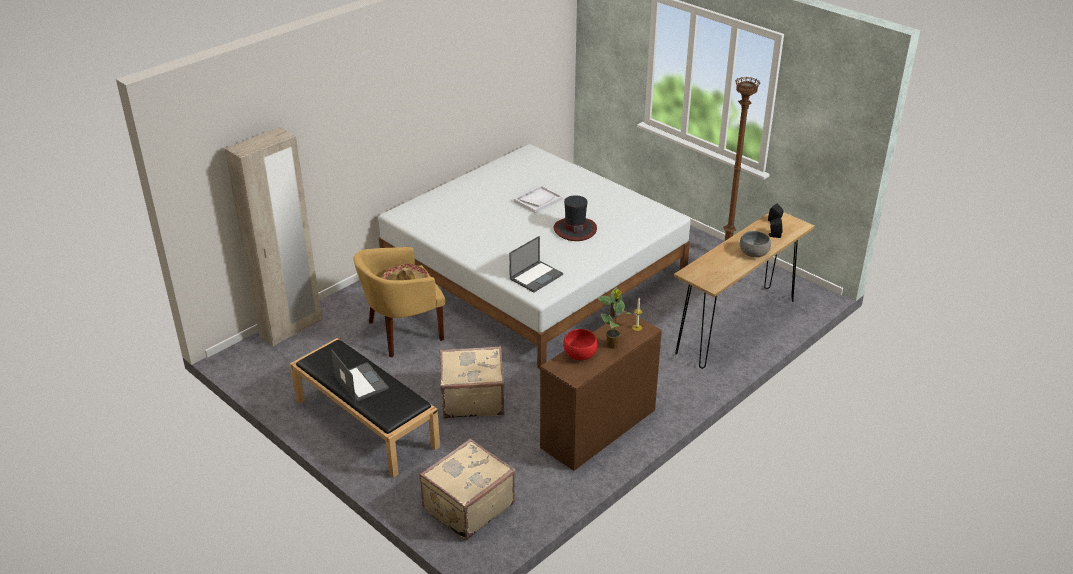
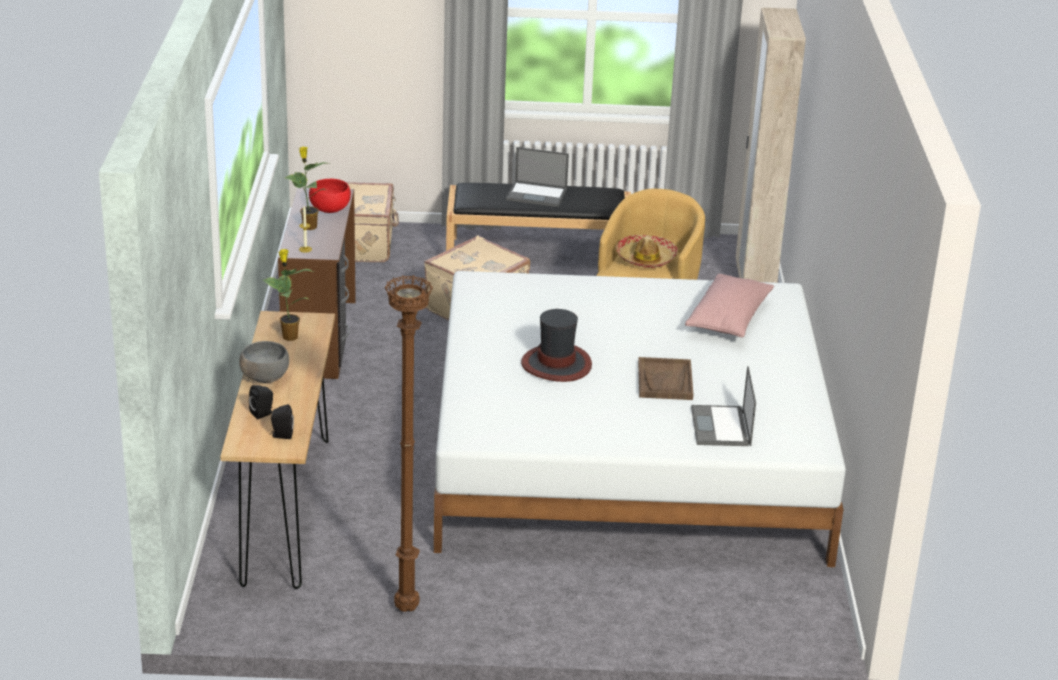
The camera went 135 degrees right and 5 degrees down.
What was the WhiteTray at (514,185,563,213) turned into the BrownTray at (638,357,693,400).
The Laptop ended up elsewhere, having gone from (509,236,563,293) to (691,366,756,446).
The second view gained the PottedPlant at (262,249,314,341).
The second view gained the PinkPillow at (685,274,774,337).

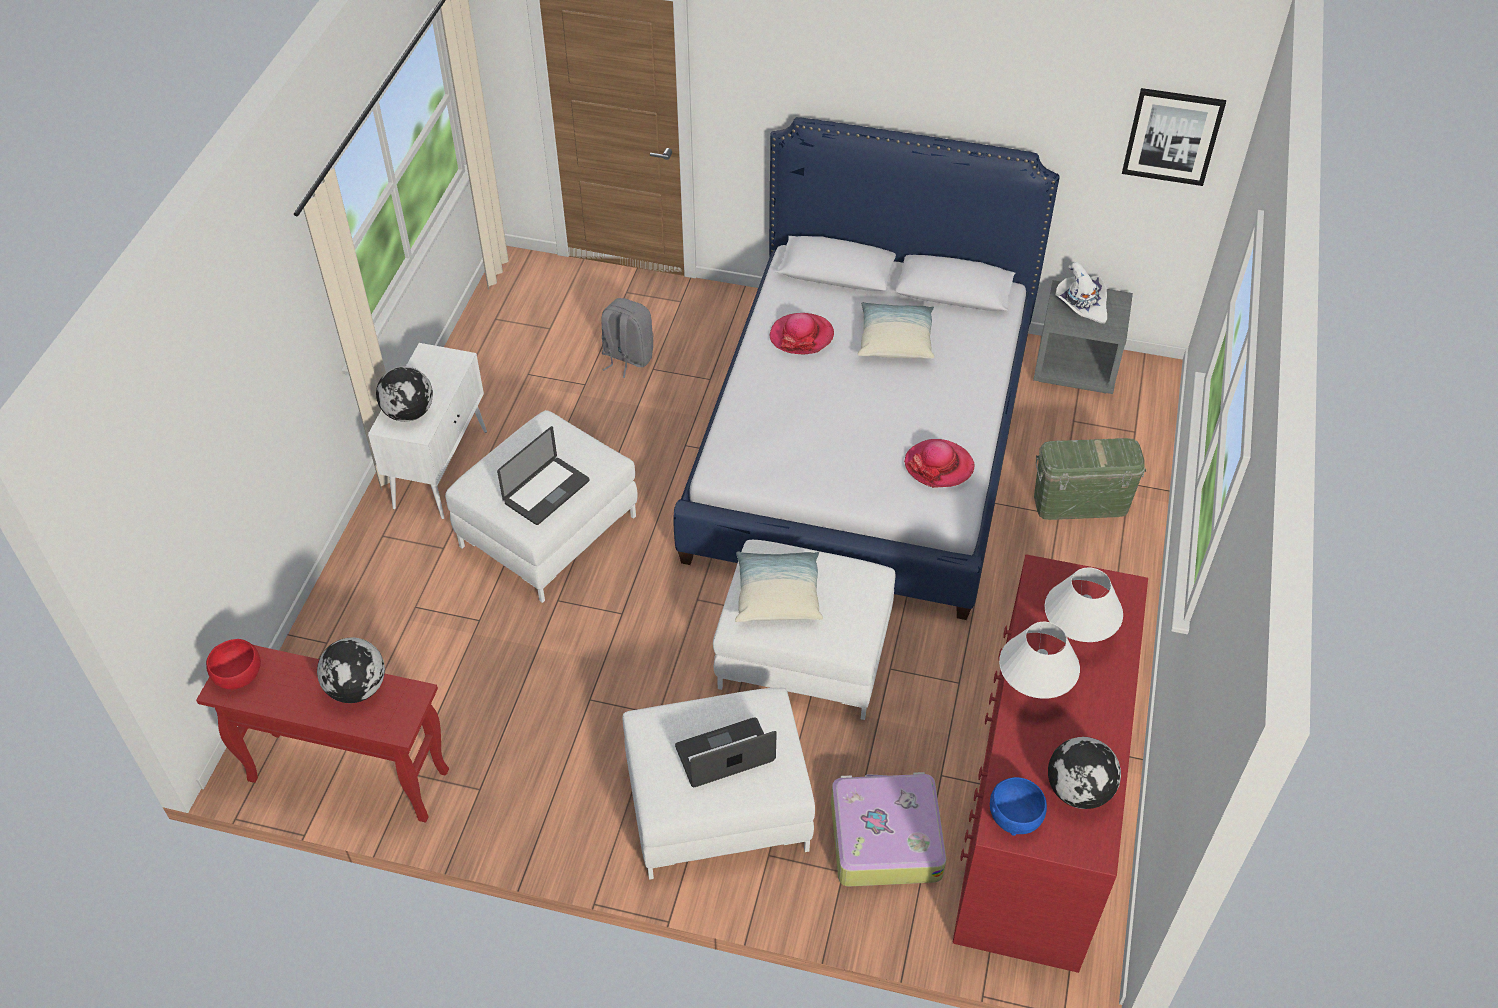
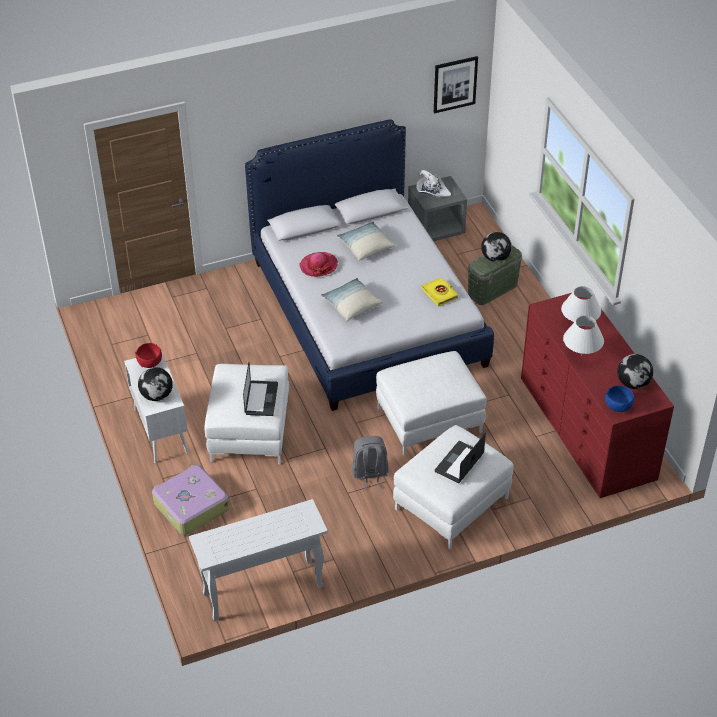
The camera went 35 degrees left and 5 degrees down.
The GreyBackpack ended up elsewhere, having gone from (602,298,654,378) to (352,436,389,490).
Where the Hat stood at (904,439,974,488), the YellowBook came to stand at (421,277,459,306).
The Pillow ended up elsewhere, having gone from (735,551,823,622) to (321,278,383,321).
The Globe ended up elsewhere, having gone from (317,637,385,703) to (481,232,512,262).
The RedBowl ended up elsewhere, having gone from (206,639,261,690) to (135,343,162,368).
What was the RedConsoleTable at (196,645,449,823) turned into the WhiteConsoleTable at (189,499,328,621).
The Suitcase ended up elsewhere, having gone from (831,772,946,887) to (152,465,229,535).

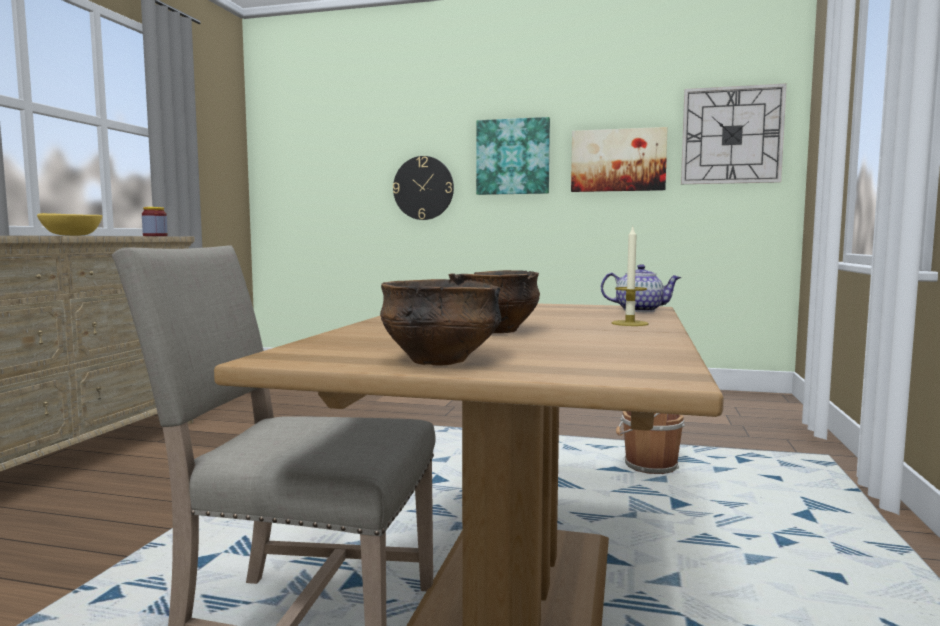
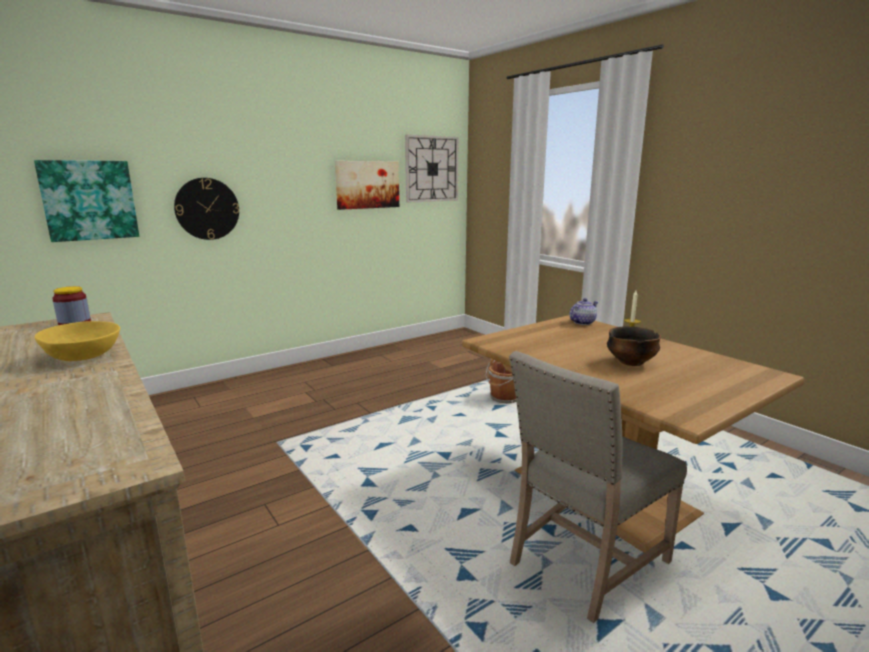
The camera went 50 degrees left and 10 degrees up.
The Picture ended up elsewhere, having gone from (476,117,550,195) to (34,160,139,242).
The second view lost the Bowl at (380,279,502,365).

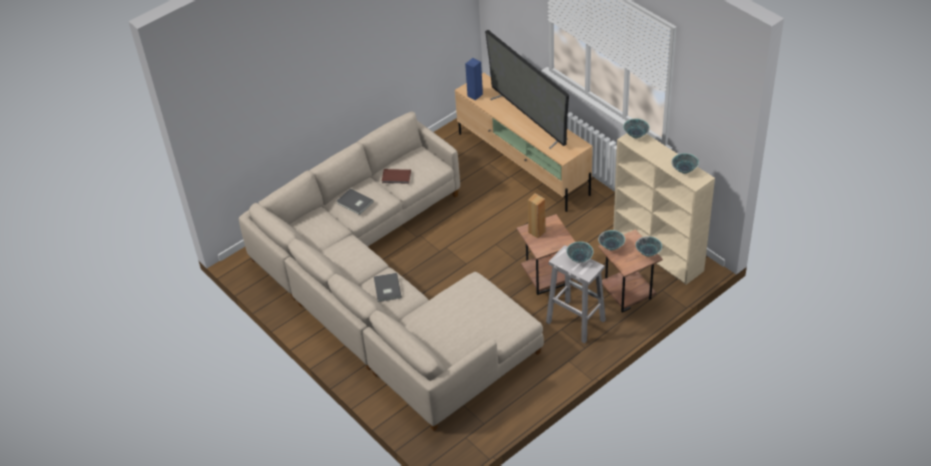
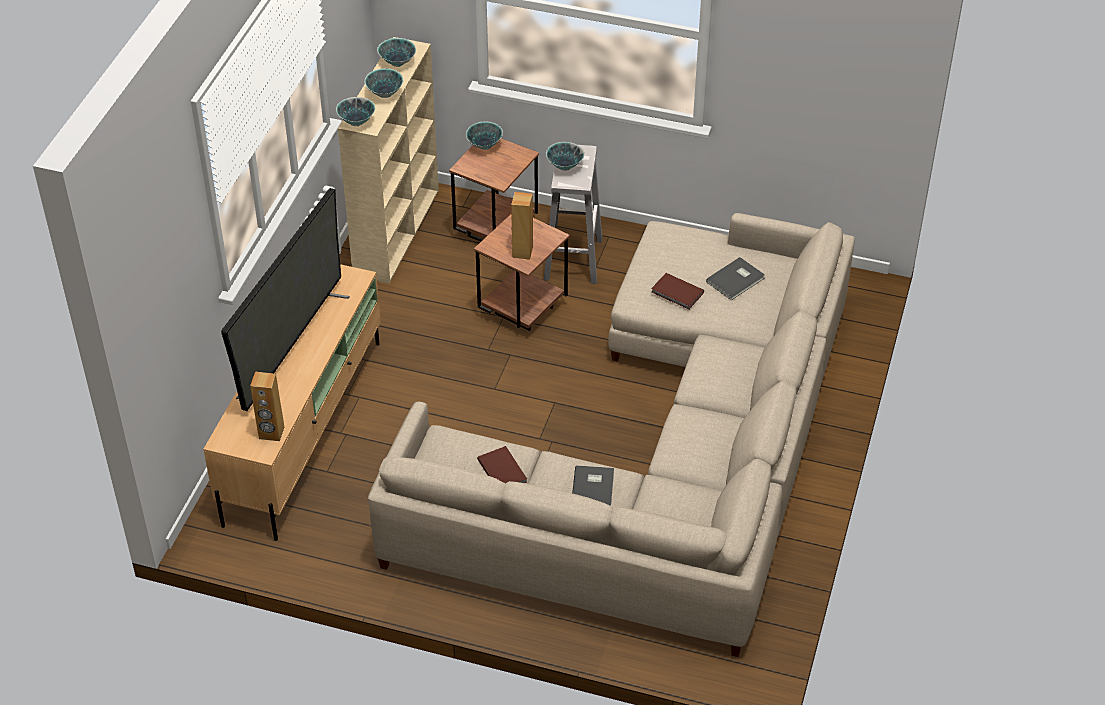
The camera went 125 degrees left and 0 degrees up.
What was the BlueSpeaker at (465,58,483,100) turned into the BrownSpeaker at (250,372,284,441).
The Bowl ended up elsewhere, having gone from (598,230,625,251) to (365,68,403,98).
The GreyBook ended up elsewhere, having gone from (374,273,401,302) to (706,257,765,300).
The second view gained the BrownBook at (651,273,704,310).

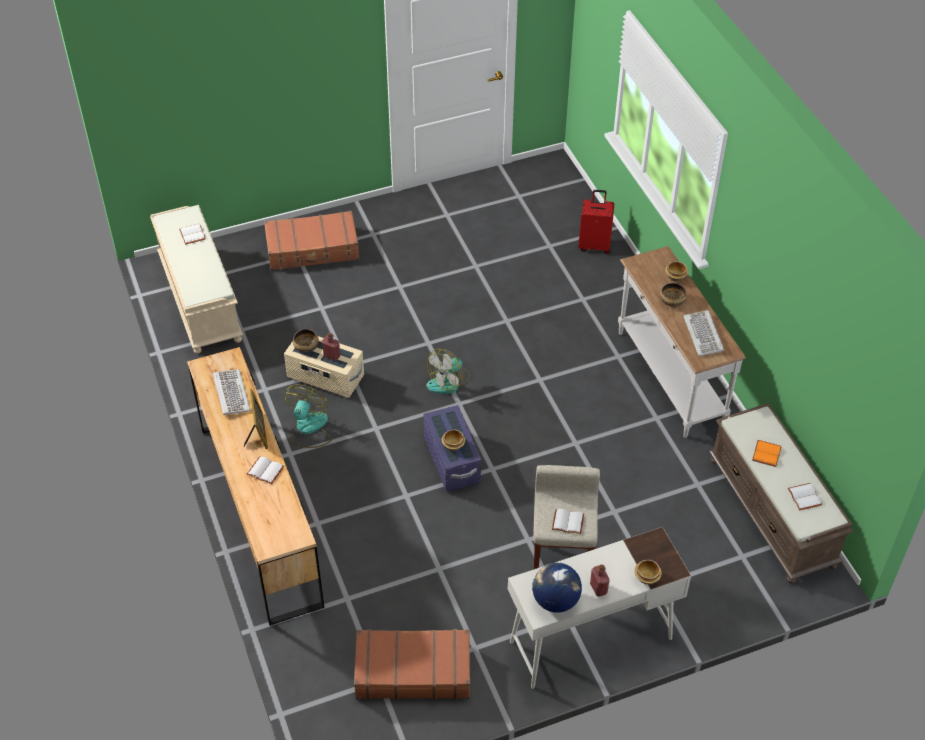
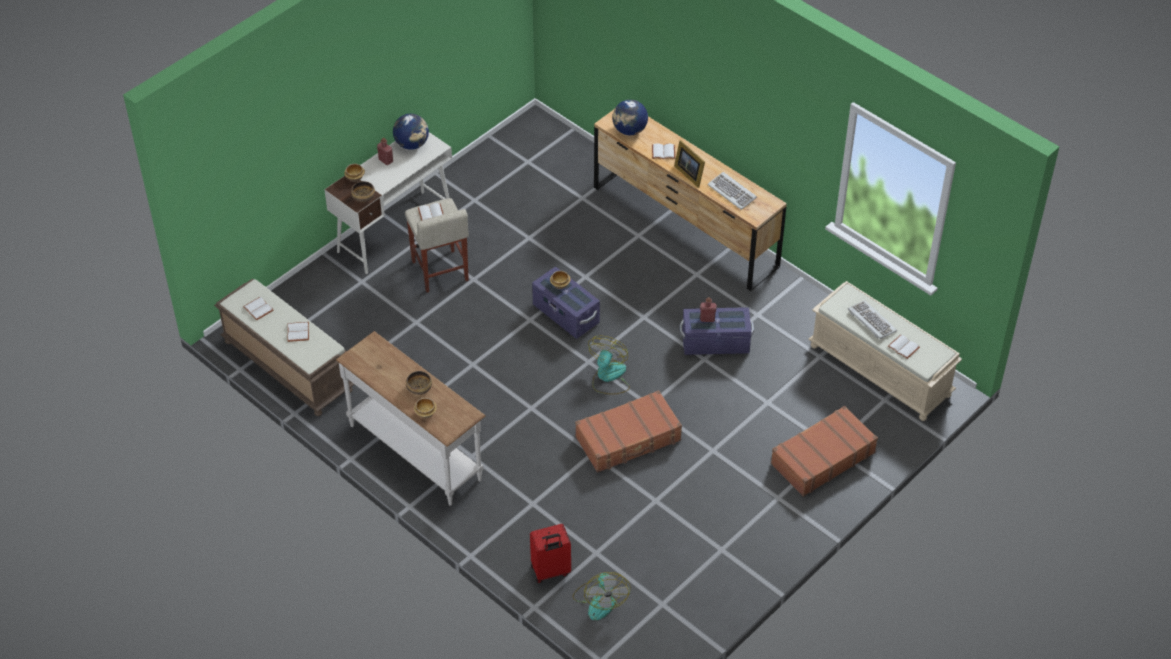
The camera went 155 degrees right and 0 degrees up.
The Keyboard ended up elsewhere, having gone from (684,310,724,356) to (848,300,897,339).
The Bowl ended up elsewhere, having gone from (293,329,319,353) to (351,181,375,202).
What was the BeigeStorageBox at (284,336,364,398) turned into the PurpleStorageBox at (680,307,754,355).
The Fan ended up elsewhere, having gone from (284,384,332,448) to (573,572,630,620).
What was the OrangeBook at (752,440,782,467) turned into the WhiteBook at (288,322,309,342).
The BrownSuitcase ended up elsewhere, having gone from (354,629,470,700) to (575,390,682,473).
The second view gained the Globe at (612,100,648,135).

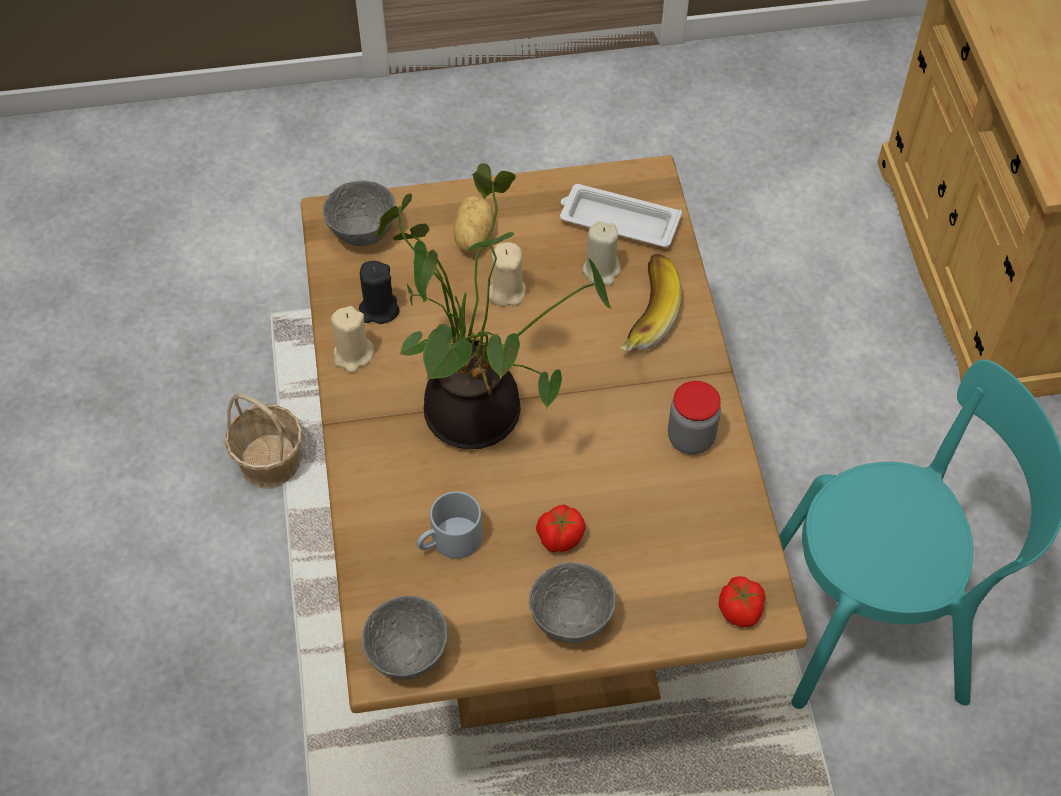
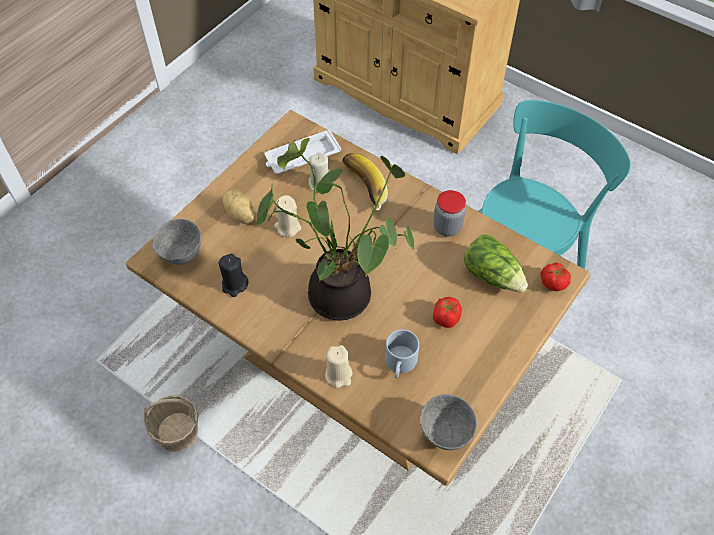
The camera went 45 degrees left and 0 degrees up.
The BeigeCandle ended up elsewhere, having gone from (331,306,374,373) to (325,345,353,388).
The second view lost the GreyBowl at (529,562,616,643).
The second view gained the Lettuce at (464,235,528,292).

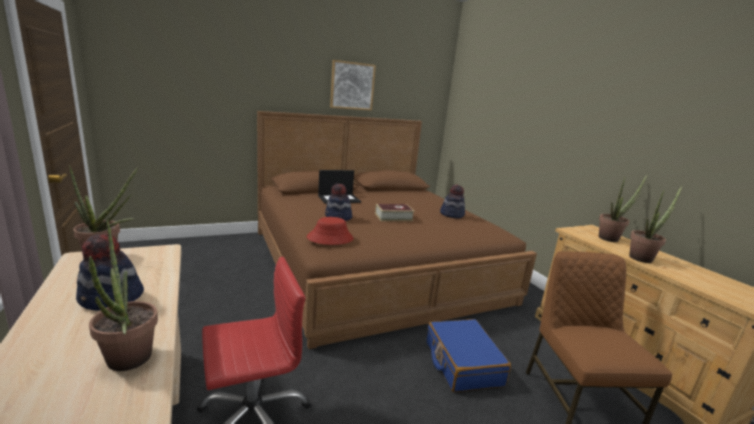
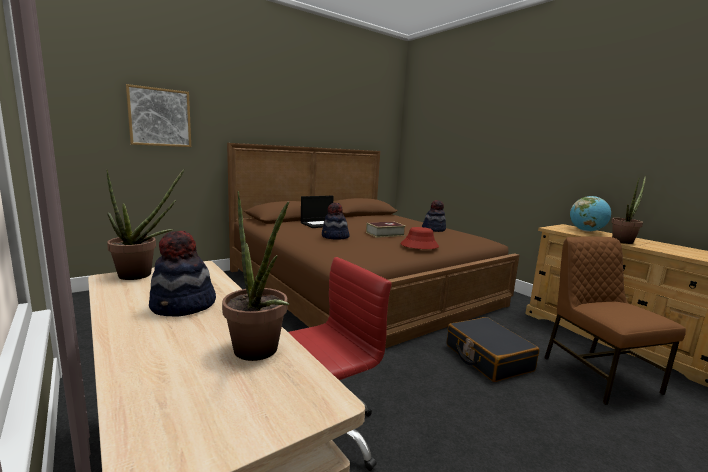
The camera went 10 degrees left and 5 degrees down.
The Picture ended up elsewhere, having gone from (330,60,376,111) to (126,84,191,147).
Where the PottedPlant stood at (599,174,648,242), the Globe came to stand at (570,196,611,232).
The RedHat ended up elsewhere, having gone from (307,217,354,245) to (401,227,439,249).
What was the BlueSuitcase at (427,319,511,392) turned into the BlackSuitcase at (447,317,539,382).

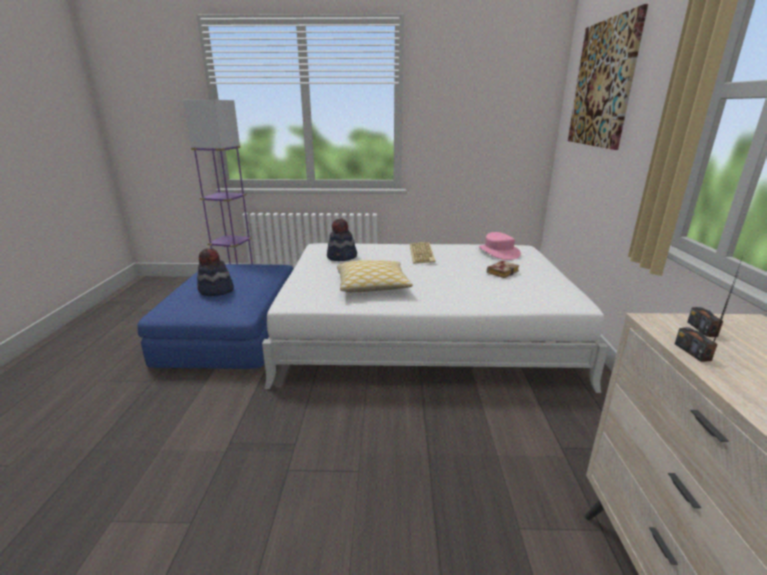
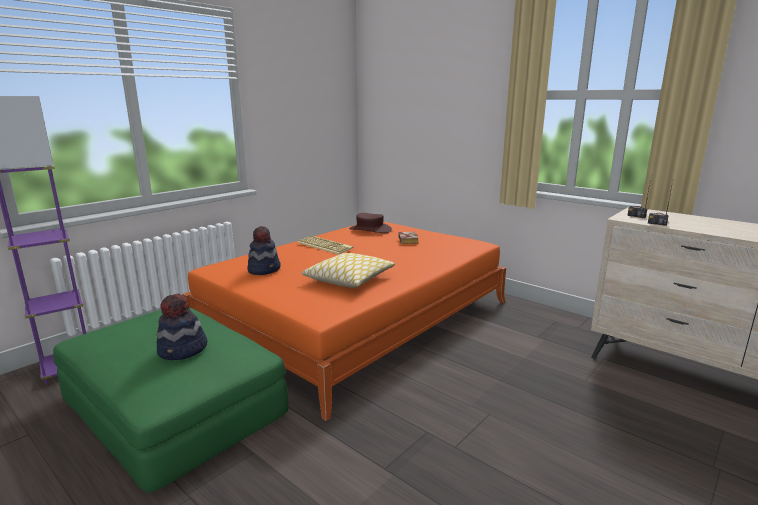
The camera went 50 degrees left and 5 degrees down.
The second view lost the Picture at (568,4,648,150).
What was the PinkHat at (479,232,521,260) turned into the BrownHat at (349,213,392,233).
What was the WhiteBed at (262,243,608,393) turned into the OrangeBed at (182,222,506,421).
What was the BlueOttoman at (137,264,293,369) turned into the GreenOttoman at (53,307,289,492).

